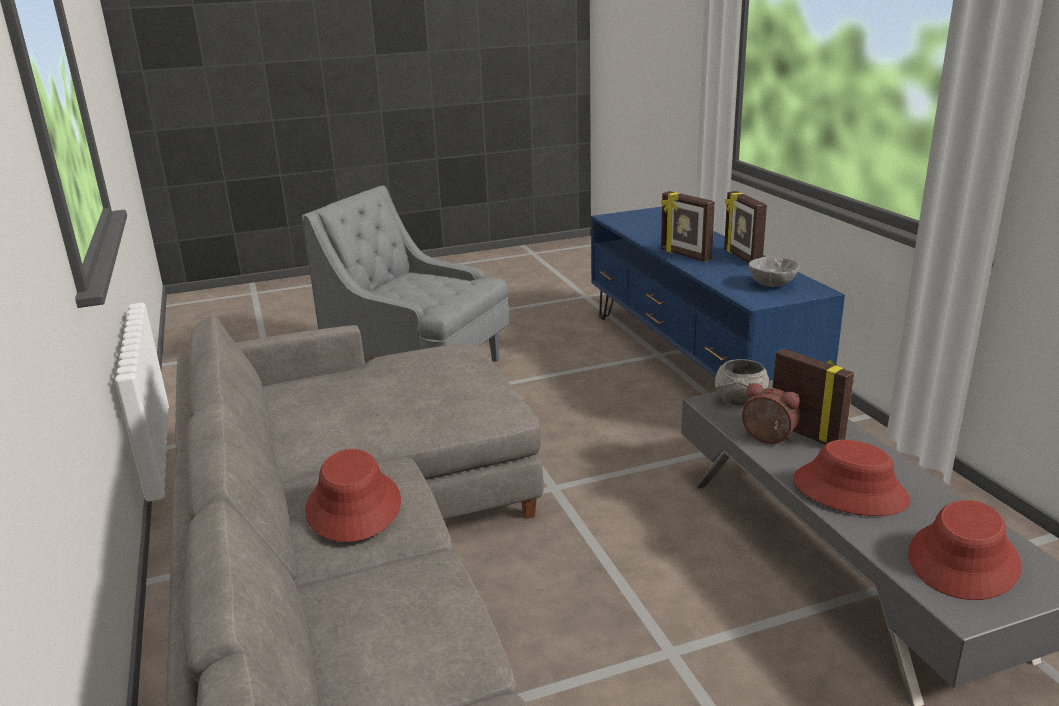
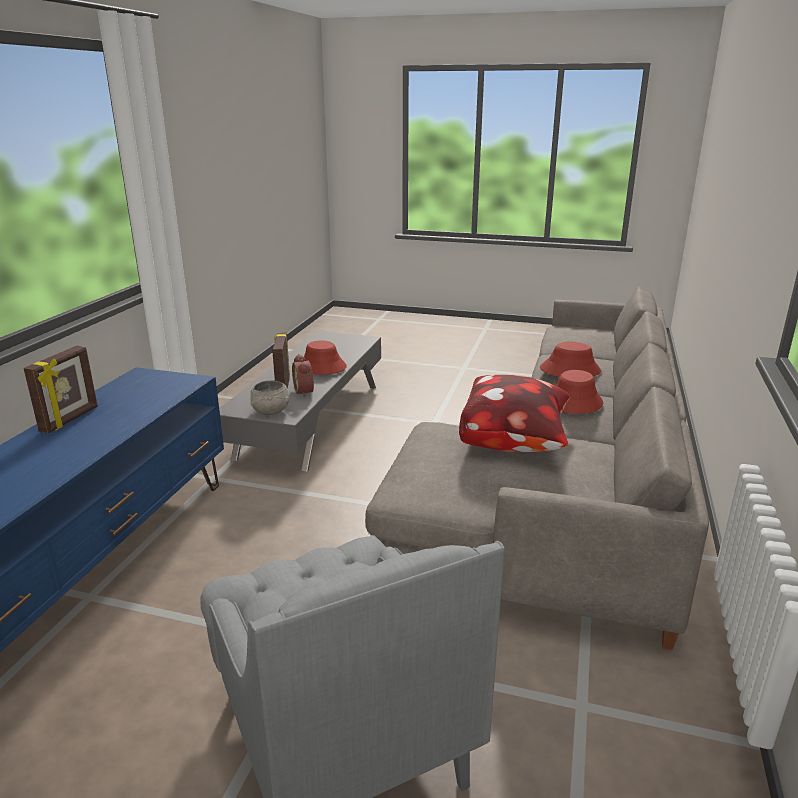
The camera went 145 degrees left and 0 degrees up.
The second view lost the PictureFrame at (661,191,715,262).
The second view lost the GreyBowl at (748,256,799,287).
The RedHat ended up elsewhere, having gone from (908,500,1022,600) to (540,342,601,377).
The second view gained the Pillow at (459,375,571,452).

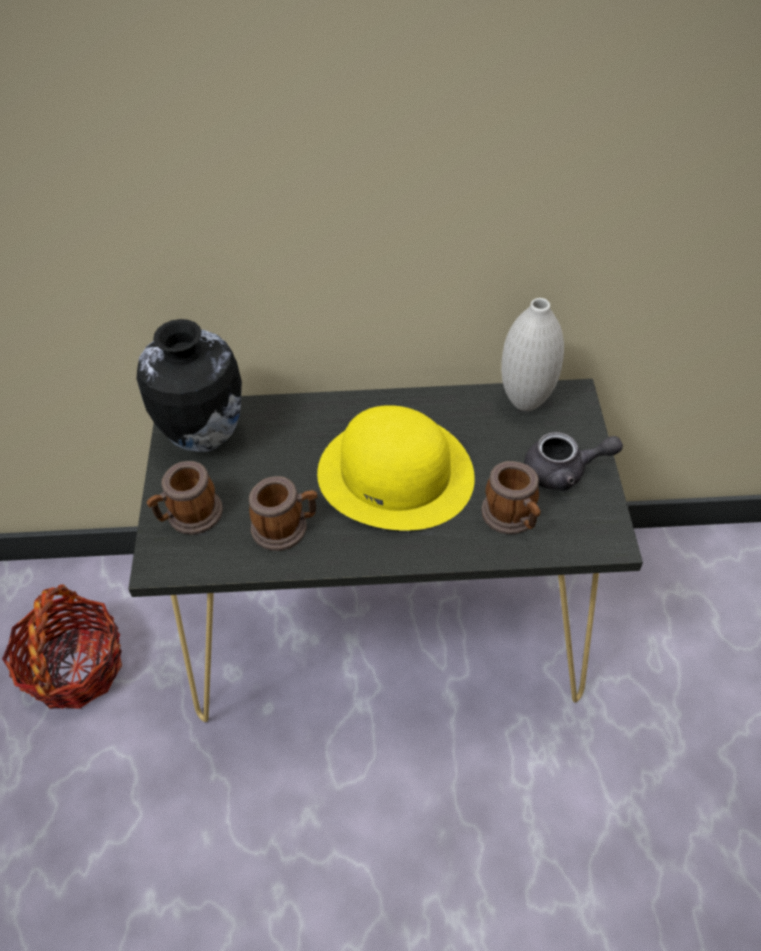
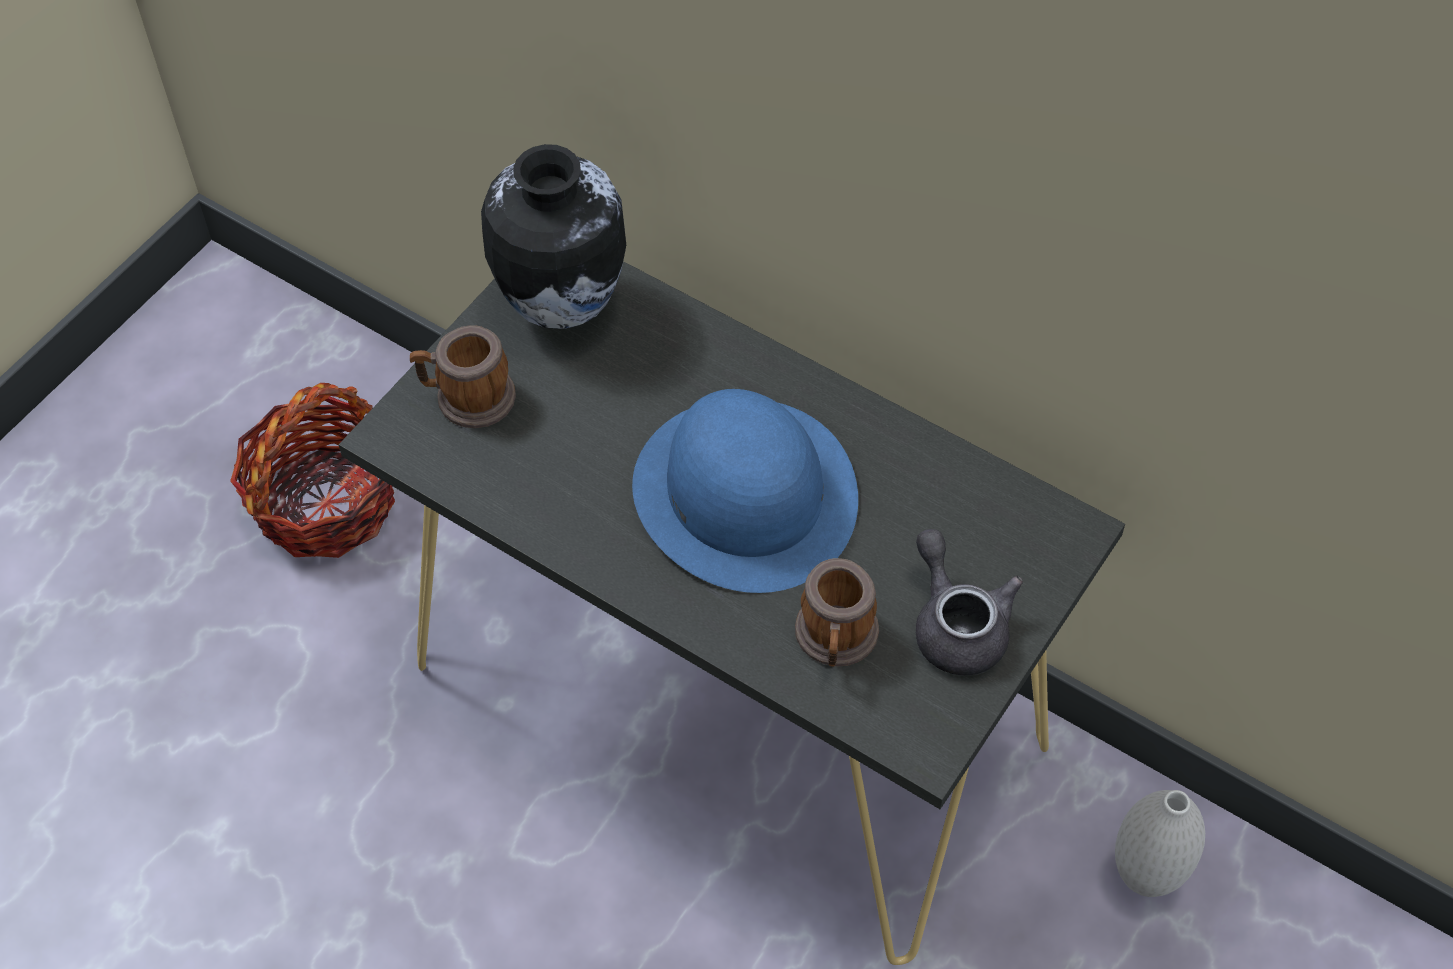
The camera went 35 degrees right and 5 degrees up.
The WhiteVase ended up elsewhere, having gone from (501,298,564,411) to (1115,790,1205,897).
What was the YellowHat at (317,405,475,531) turned into the BlueHat at (632,389,858,593).
The GreyTeapot at (524,432,623,491) ended up facing another way, 150 degrees counterclockwise from before.
The second view lost the Mug at (249,476,318,551).

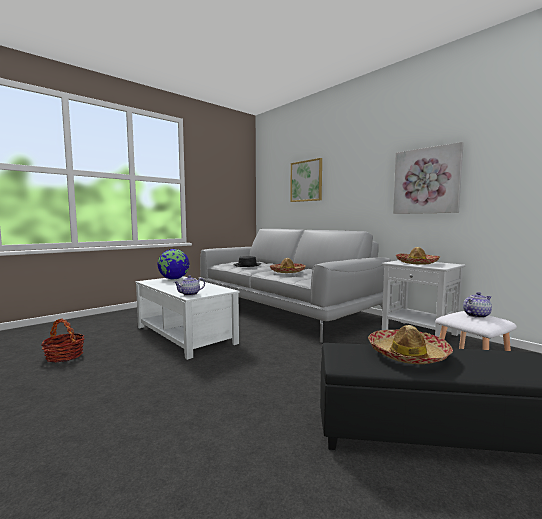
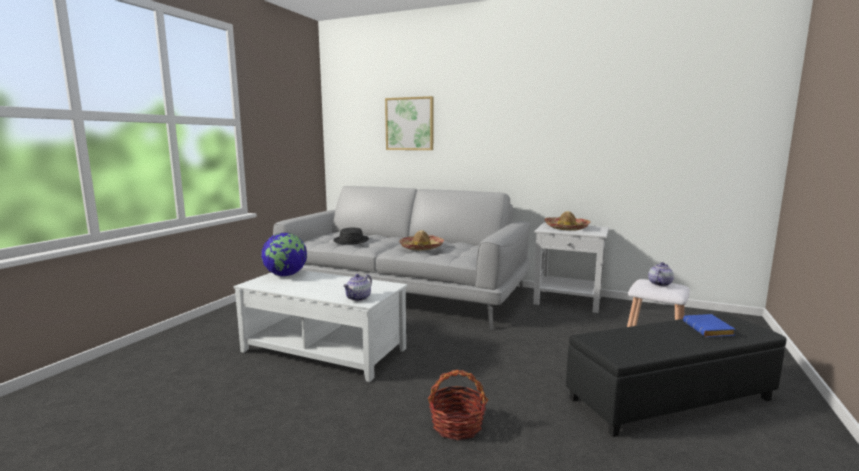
The camera went 25 degrees left and 5 degrees up.
The second view lost the Picture at (393,142,464,214).
The Basket ended up elsewhere, having gone from (41,318,84,362) to (428,370,488,440).
The second view lost the Hat at (368,325,453,364).
The second view gained the BlueBook at (683,314,736,337).

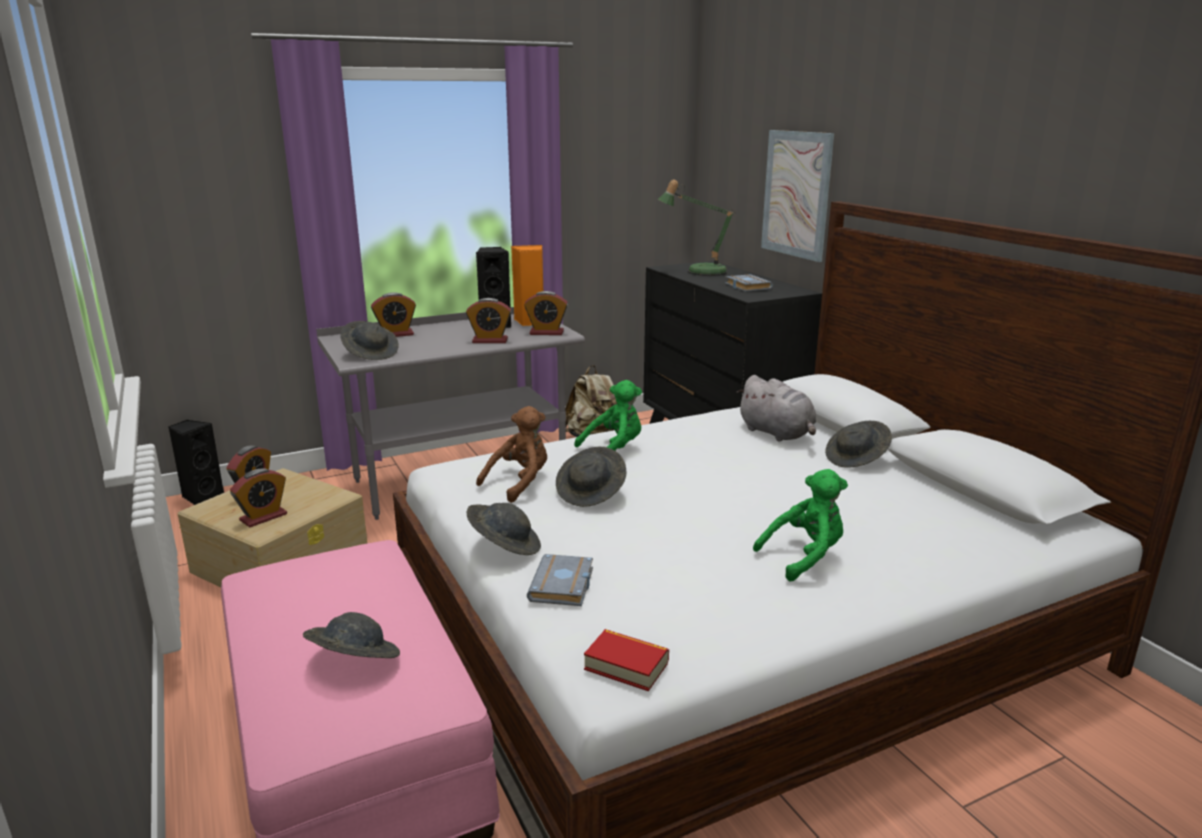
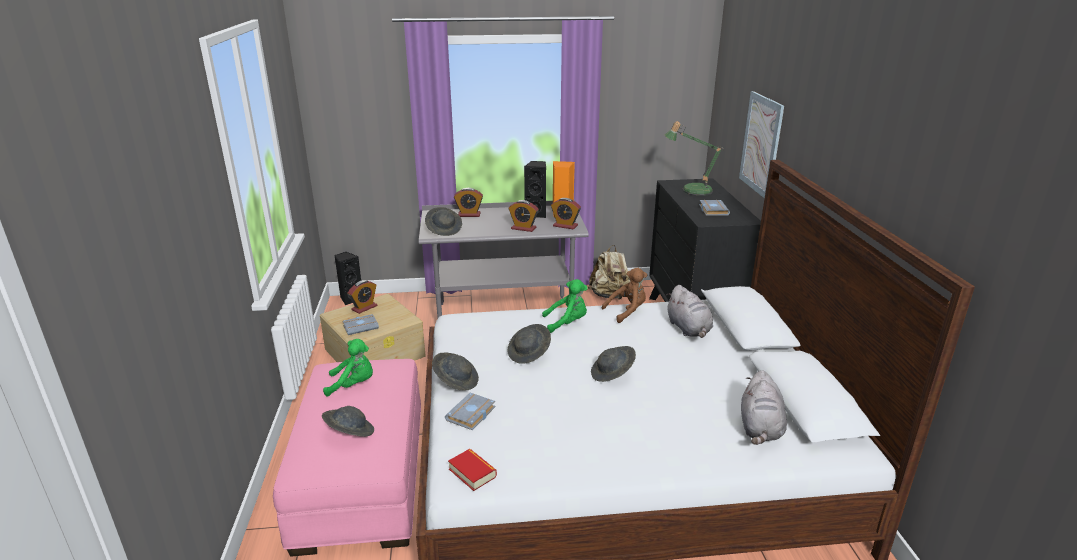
The camera went 20 degrees right and 5 degrees up.
The BrownPlushToy ended up elsewhere, having gone from (476,406,547,503) to (602,268,647,323).
The GreyHat ended up elsewhere, having gone from (825,421,892,468) to (591,346,636,382).
Where the AlarmClock stood at (230,468,287,527), the GreyBook came to stand at (343,314,379,335).
The GreenPlushToy ended up elsewhere, having gone from (753,469,848,581) to (323,339,373,397).
The second view gained the GreyPlushToy at (741,370,787,445).

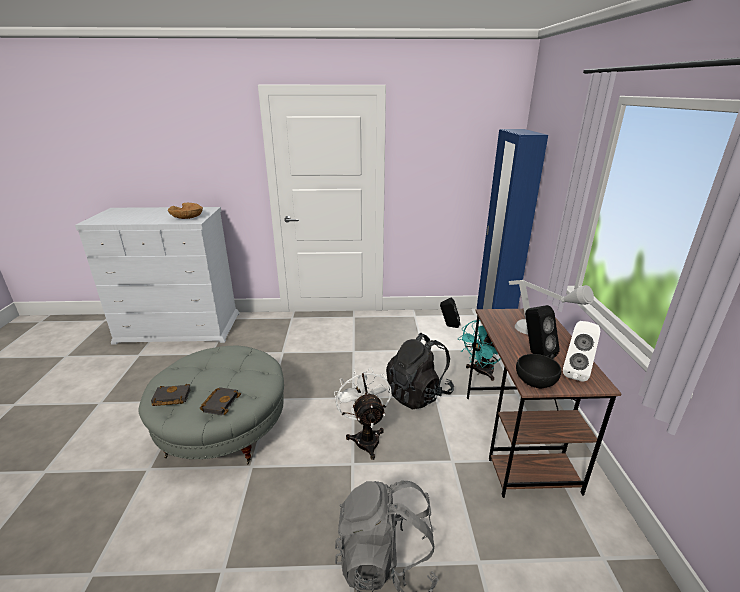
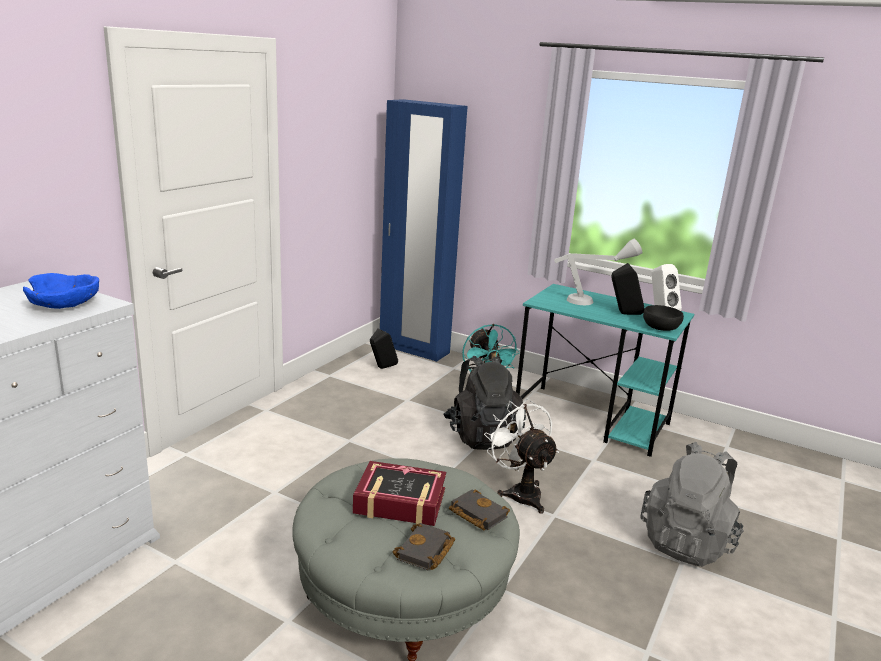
The camera went 60 degrees left and 5 degrees down.
What was the BrownBowl at (168,203,203,219) turned into the BlueBowl at (23,273,99,309).
What was the BrownDesk at (467,309,622,498) turned into the TurquoiseDesk at (516,284,694,457).
The WhiteFan at (334,367,391,460) ended up facing another way, 45 degrees clockwise from before.
The second view gained the Book at (353,461,446,526).

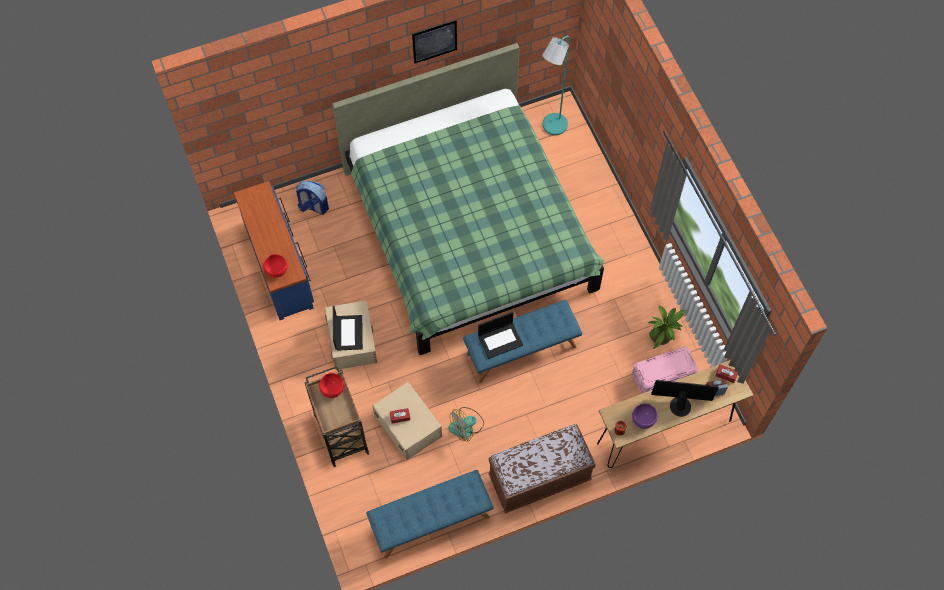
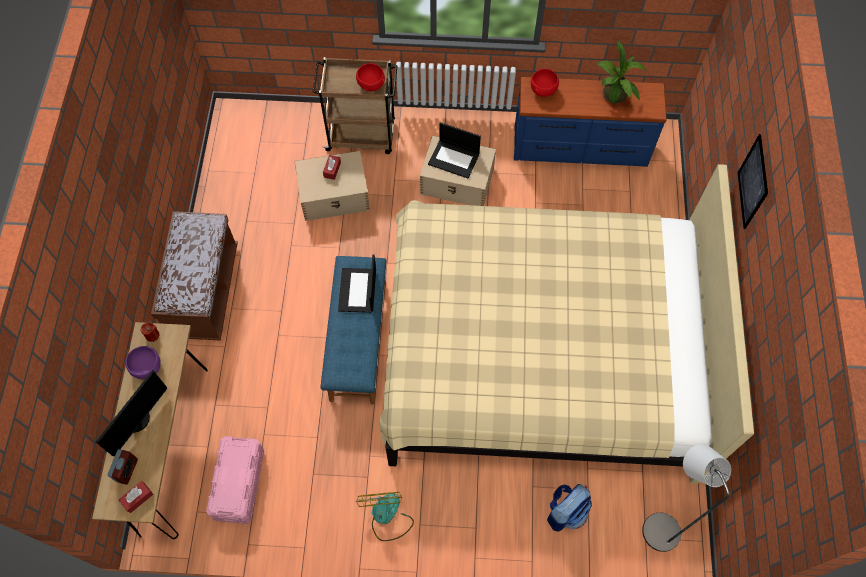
The camera went 115 degrees right and 0 degrees up.
The Picture ended up elsewhere, having gone from (412,21,457,64) to (738,134,768,229).
What was the TurquoiseFloorLamp at (542,36,569,135) turned into the GreyFloorLamp at (642,444,731,552).
What was the GreenBed at (332,43,604,355) turned into the BeigeBed at (379,164,754,484).
The Backpack ended up elsewhere, having gone from (295,181,329,215) to (547,484,592,532).
The PottedPlant ended up elsewhere, having gone from (647,306,687,349) to (596,40,647,104).
The Fan ended up elsewhere, having gone from (448,407,484,442) to (356,492,414,541).
The second view lost the BlueBench at (366,470,493,559).

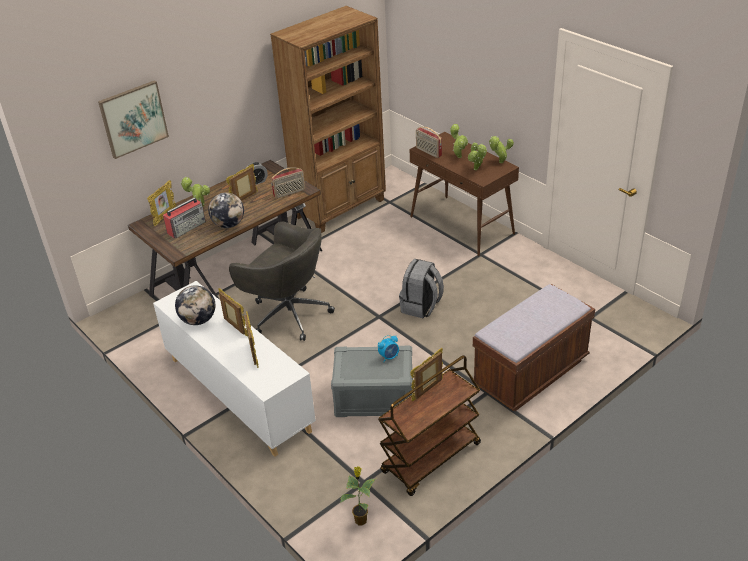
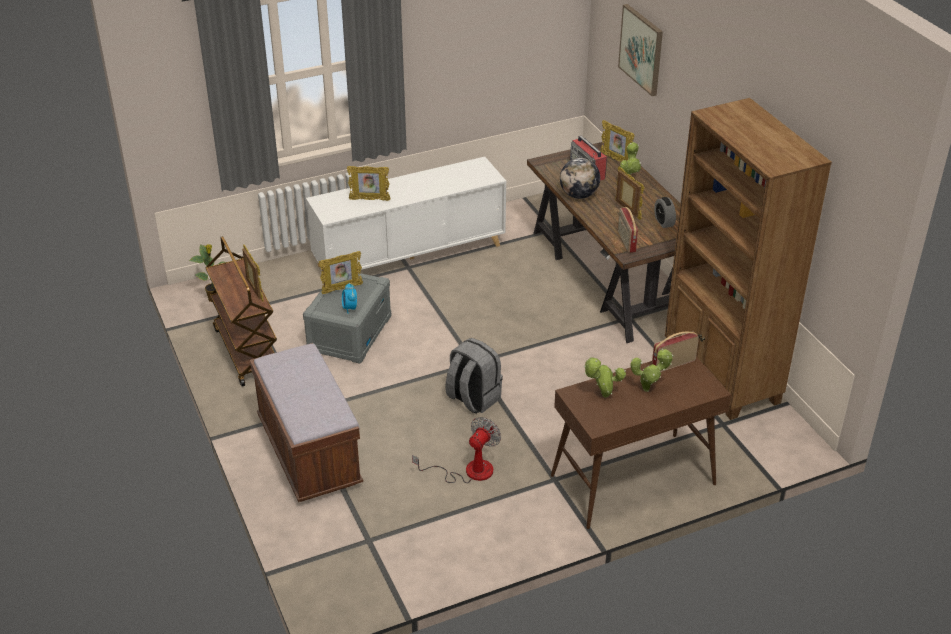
The camera went 105 degrees right and 0 degrees up.
The second view lost the PottedPlant at (489,136,514,163).
The second view lost the GreyOfficeChair at (229,222,335,341).
The second view lost the Globe at (175,285,215,325).
The PictureFrame ended up elsewhere, having gone from (218,288,248,337) to (319,251,363,294).
The second view gained the Fan at (412,417,501,483).

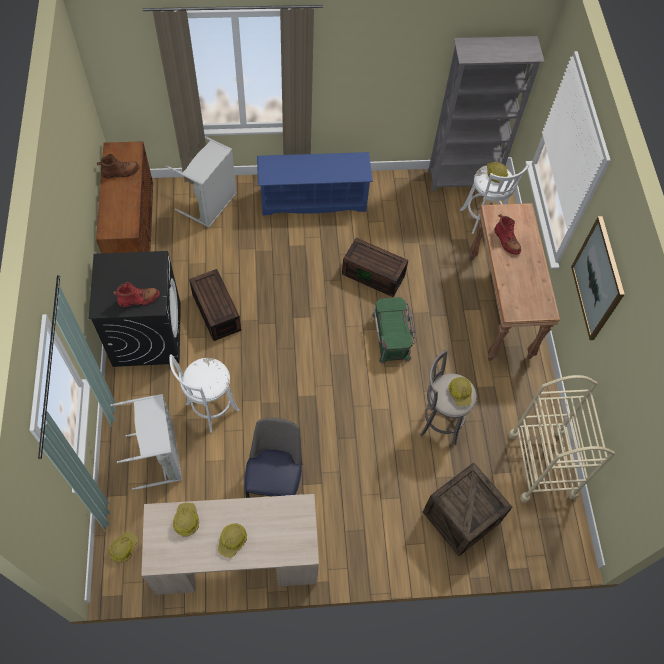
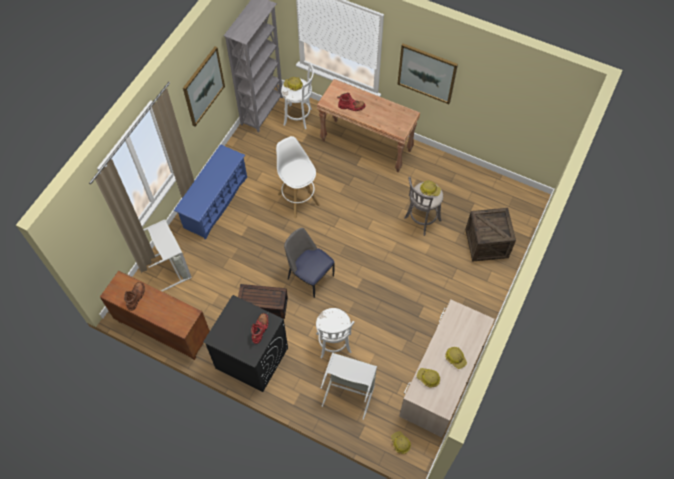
The camera went 55 degrees left and 0 degrees up.
Where the BrownStorageBox stood at (342,238,408,297), the WhiteStool came to stand at (276,136,320,218).
The second view lost the GreenStorageBox at (372,297,415,364).
The second view lost the BeigeCart at (508,375,615,503).
The Chair ended up elsewhere, having gone from (244,418,302,498) to (284,228,335,298).
The second view gained the Picture at (183,46,225,127).

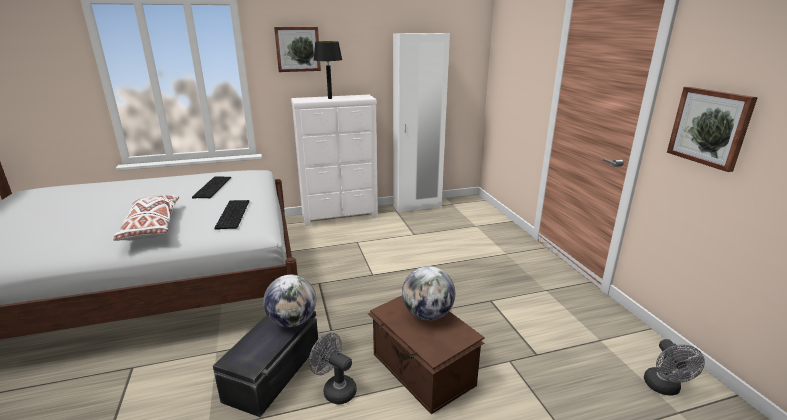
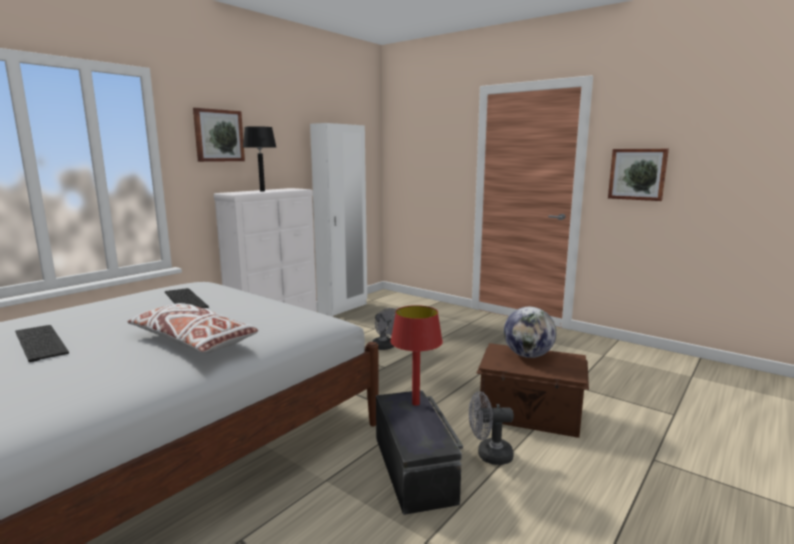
The camera went 35 degrees left and 10 degrees down.
The Keyboard ended up elsewhere, having gone from (214,200,249,230) to (15,325,69,362).
Where the Globe stood at (263,275,316,327), the RedTableLamp came to stand at (390,305,443,406).
The GreyFan ended up elsewhere, having gone from (644,339,705,395) to (372,308,396,350).

